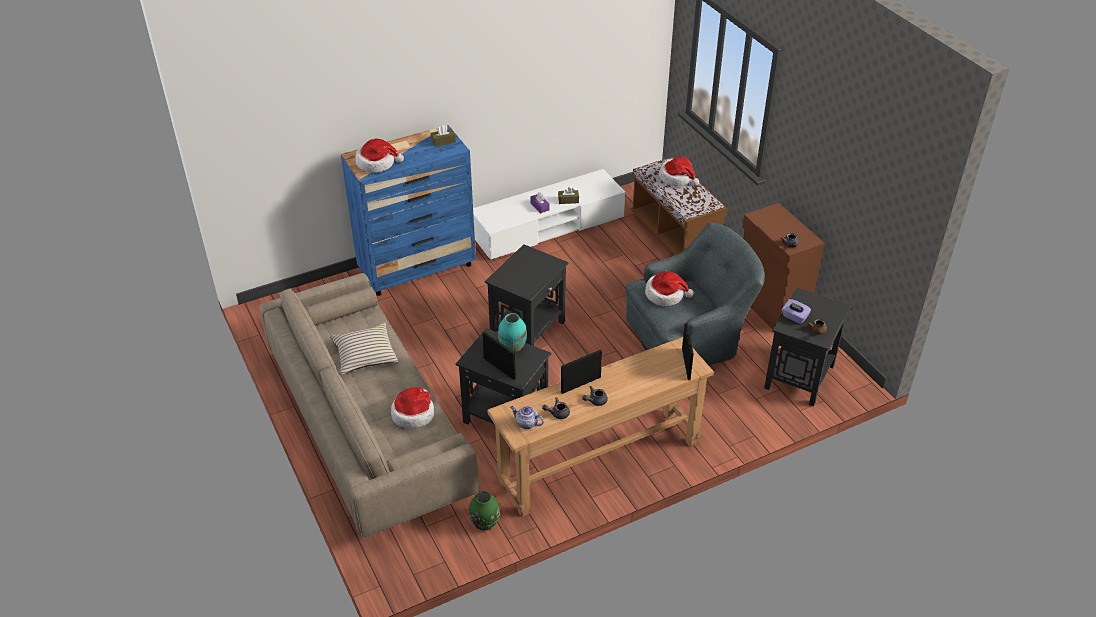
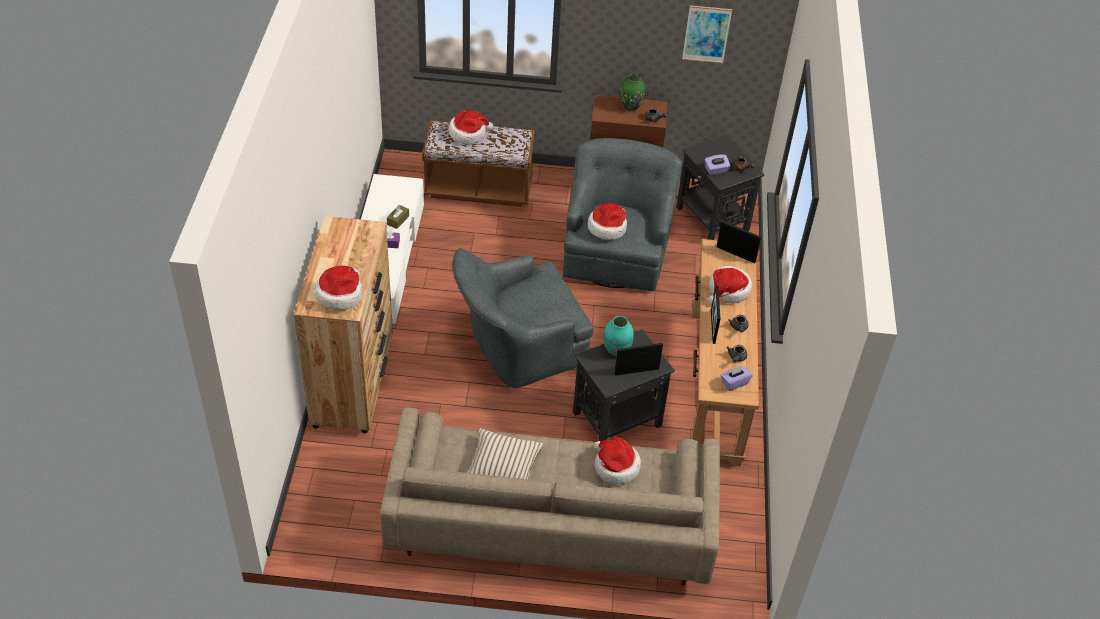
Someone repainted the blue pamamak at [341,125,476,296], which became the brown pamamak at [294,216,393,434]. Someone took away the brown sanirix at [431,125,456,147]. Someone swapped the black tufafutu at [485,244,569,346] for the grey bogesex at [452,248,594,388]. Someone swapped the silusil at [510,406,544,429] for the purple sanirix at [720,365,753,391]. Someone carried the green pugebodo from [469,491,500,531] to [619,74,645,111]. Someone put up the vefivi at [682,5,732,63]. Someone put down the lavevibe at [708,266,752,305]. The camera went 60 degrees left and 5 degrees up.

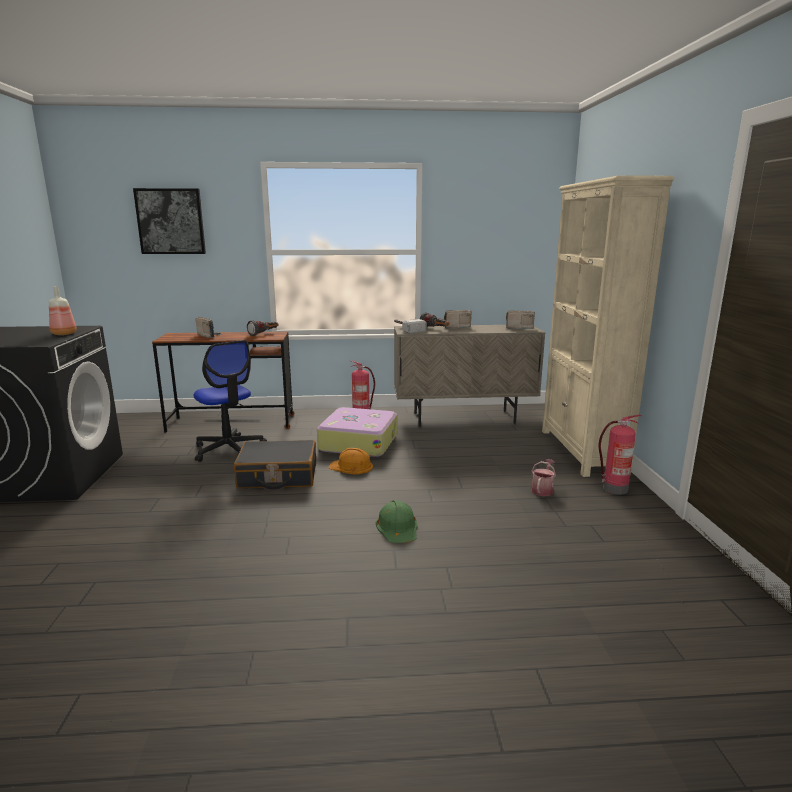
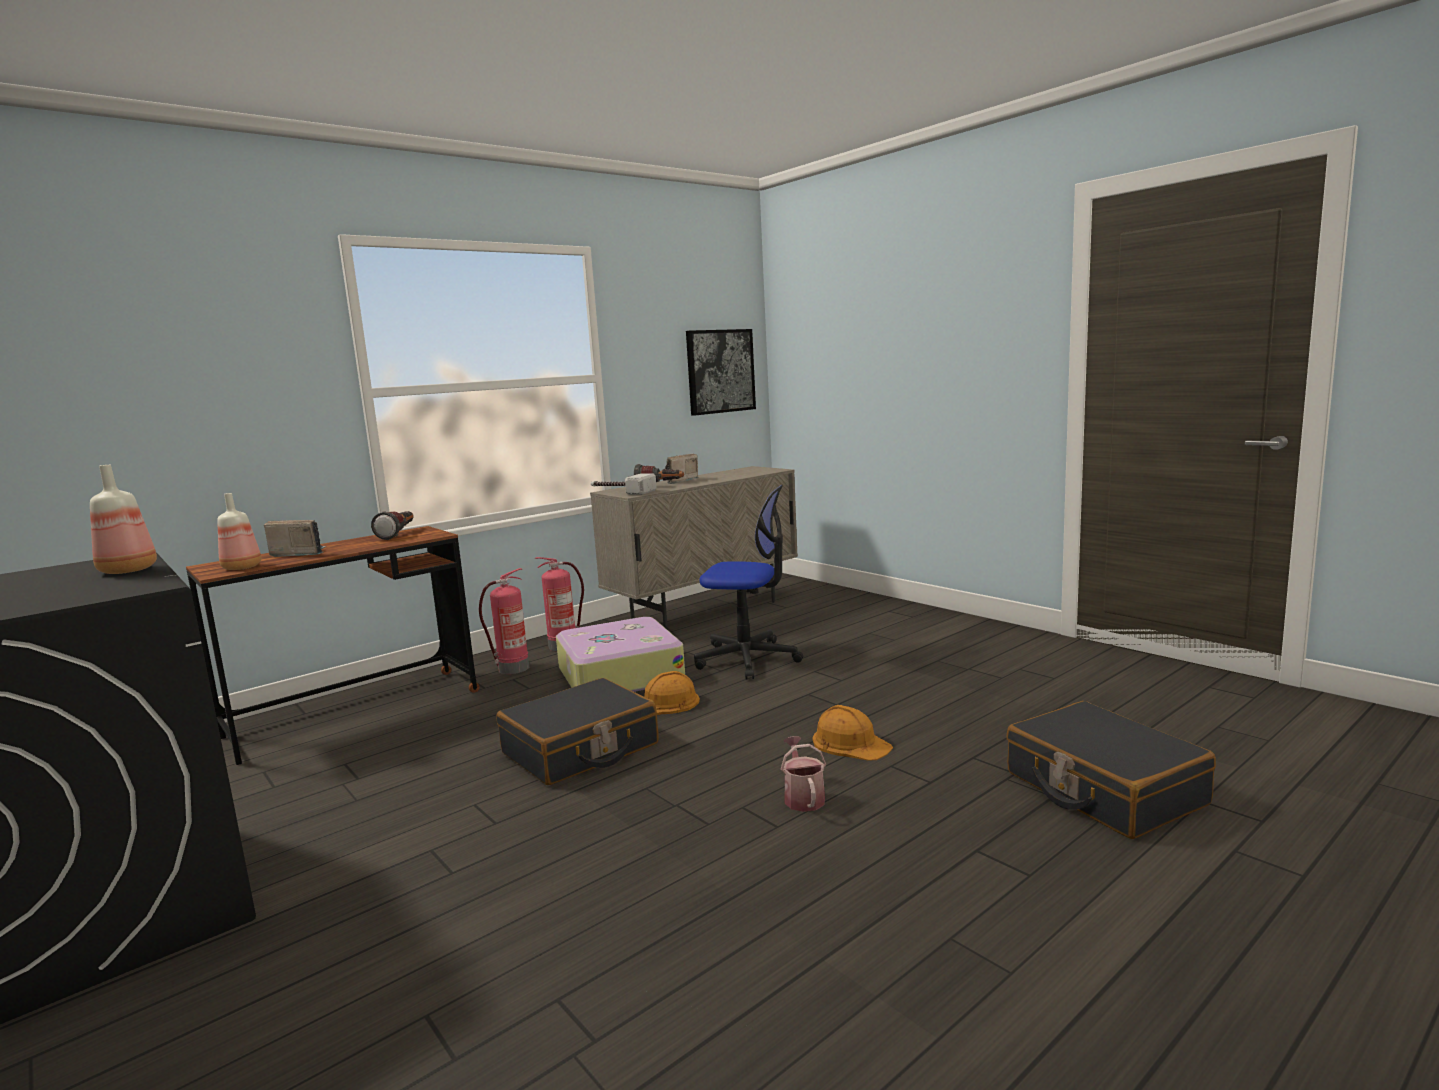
Someone took away the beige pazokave at [542,175,674,477]. Someone carried the vefivi from [133,188,206,254] to [686,329,756,416]. Someone took away the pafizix at [506,311,535,329]. Someone carried the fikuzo from [194,340,267,462] to [694,485,803,680]. Someone carried the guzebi from [599,415,641,495] to [479,568,529,674]. Someone carried the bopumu from [531,459,556,496] to [781,736,826,812]. Someone repainted the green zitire at [375,500,417,543], which became the orange zitire at [813,705,893,761]. Someone put down the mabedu at [217,493,261,570]. Someone put down the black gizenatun at [1006,701,1216,839]. The camera went 35 degrees left and 5 degrees down.

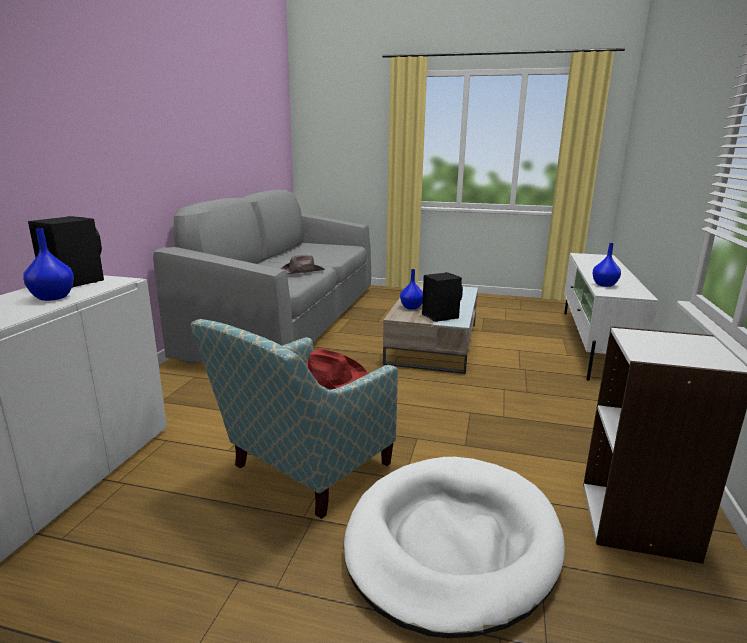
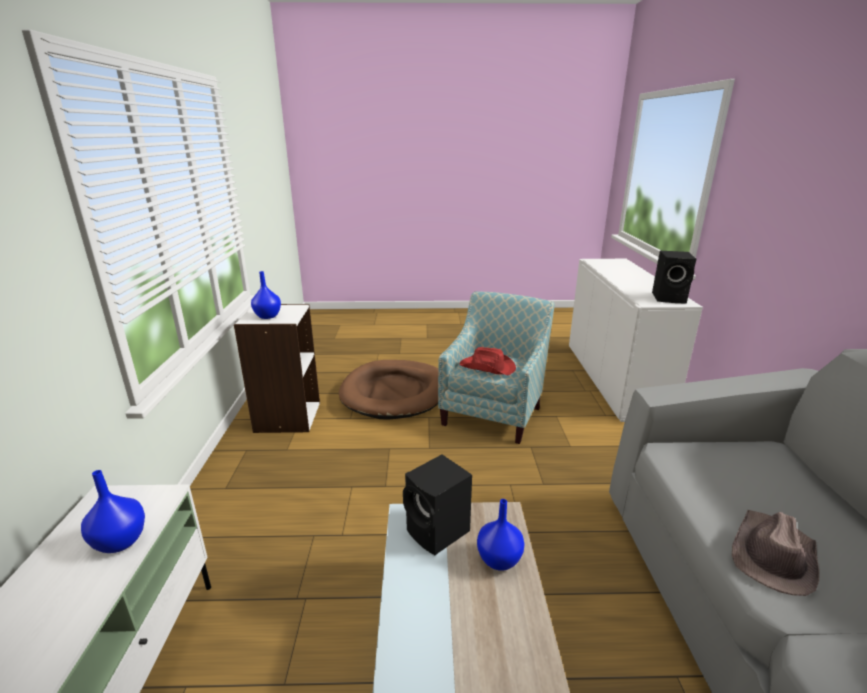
Someone carried the blue pugebodo from [23,228,74,301] to [251,271,281,319]. Someone repainted the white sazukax at [343,457,565,638], which became the brown sazukax at [339,360,438,420]. The camera went 165 degrees right and 5 degrees up.

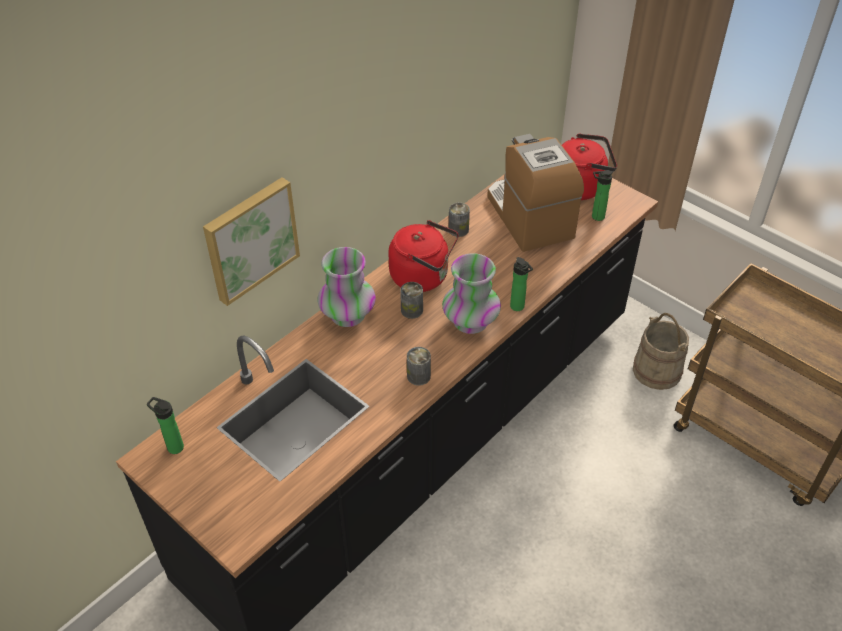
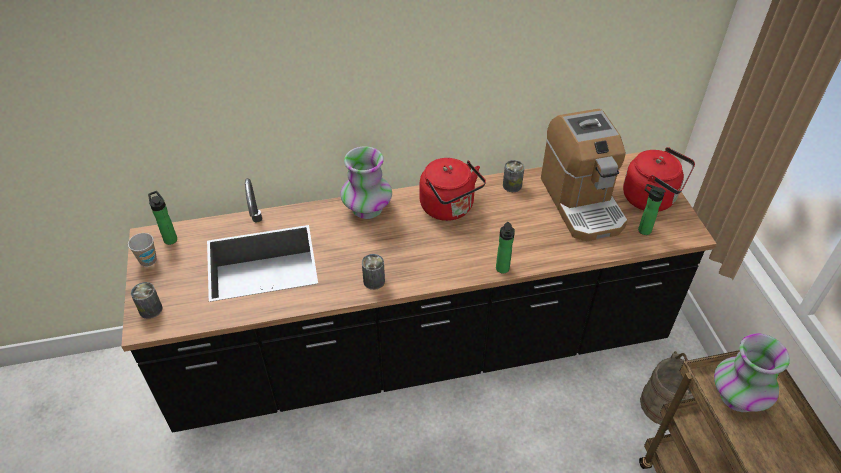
Someone rotated the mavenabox at [487,134,584,252] by 150 degrees clockwise. Someone took away the vefivi at [203,177,300,306]. Someone carried the pugebodo from [442,253,501,334] to [714,333,790,412]. Someone carried the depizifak from [400,282,423,319] to [131,282,162,319]. Someone put down the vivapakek at [128,233,157,267]. The camera went 35 degrees right and 0 degrees up.

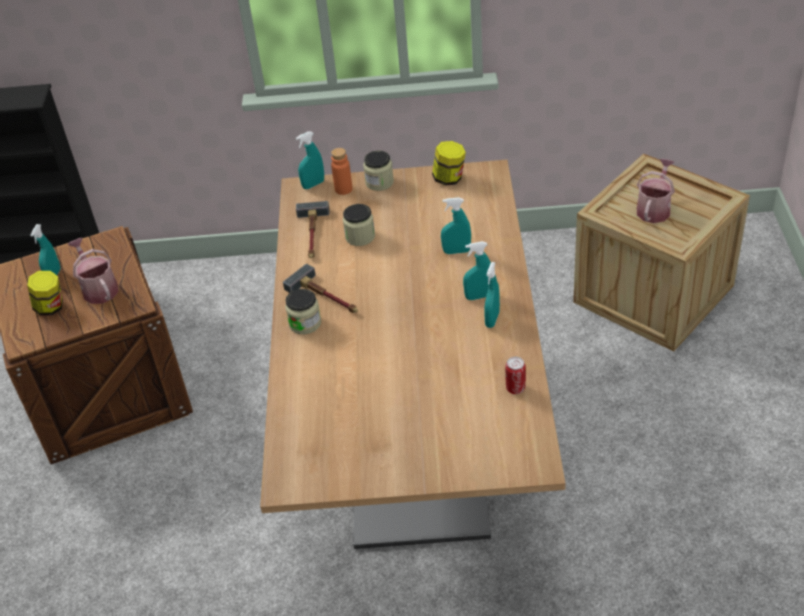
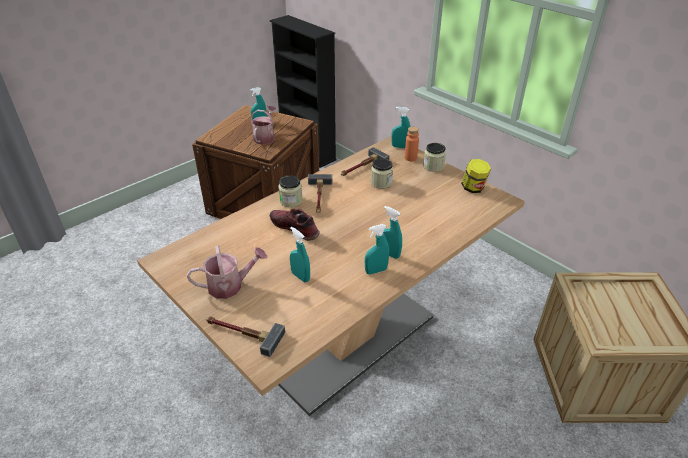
Someone carried the bopumu from [637,159,675,223] to [187,246,268,299]. Someone carried the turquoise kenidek from [441,197,471,254] to [290,227,310,282]. Someone took away the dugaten at [27,271,63,315]. Someone took away the depizifak at [505,357,526,394]. Someone put down the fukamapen at [270,209,320,241]. Someone put down the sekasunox at [206,316,285,357]. The camera went 45 degrees right and 5 degrees down.

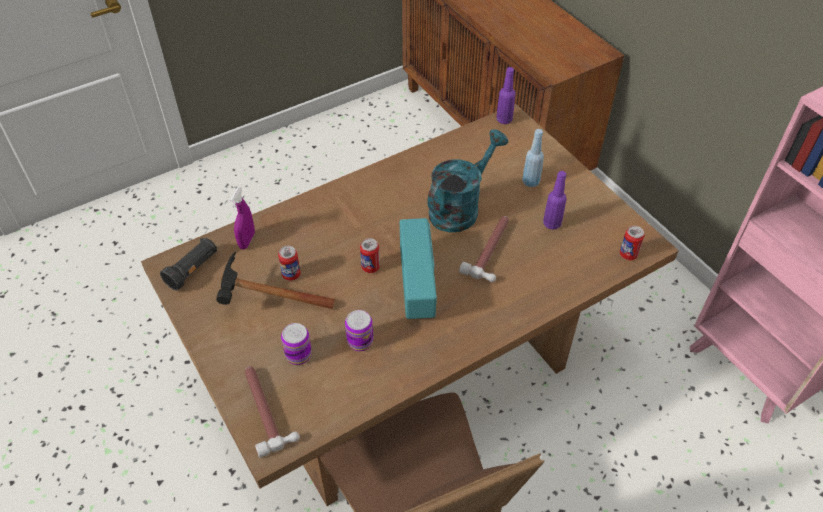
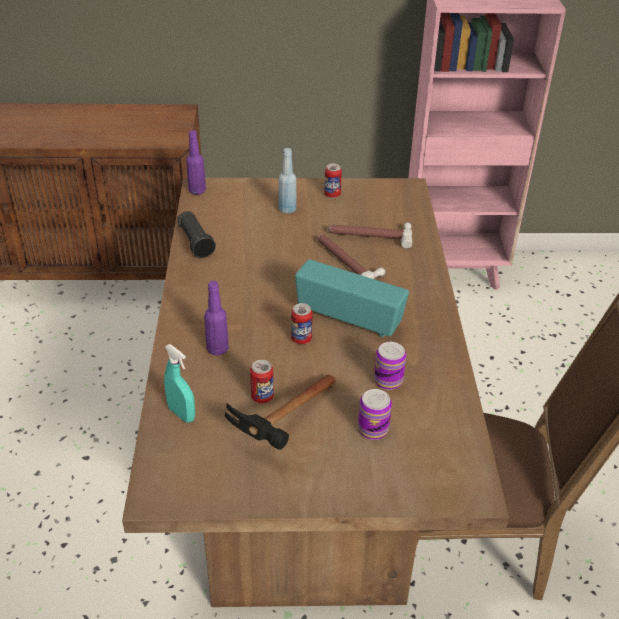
Someone took away the turquoise bopumu at [427,129,508,232]. Someone carried the purple mabedu from [543,171,567,230] to [204,281,229,355]. Someone repainted the purple kenidek at [230,187,255,250], which became the turquoise kenidek at [164,344,195,422]. Someone carried the depizifak from [620,226,645,260] to [324,163,342,198]. Someone carried the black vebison from [160,238,217,290] to [177,211,216,258]. Someone carried the sekasunox from [245,366,300,458] to [328,223,412,249]. The camera went 60 degrees left and 10 degrees down.

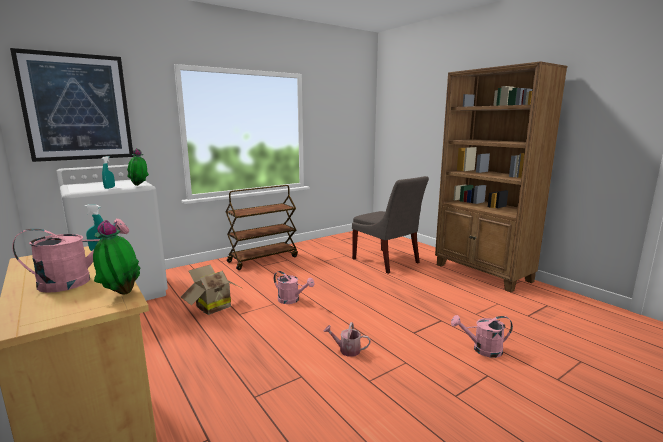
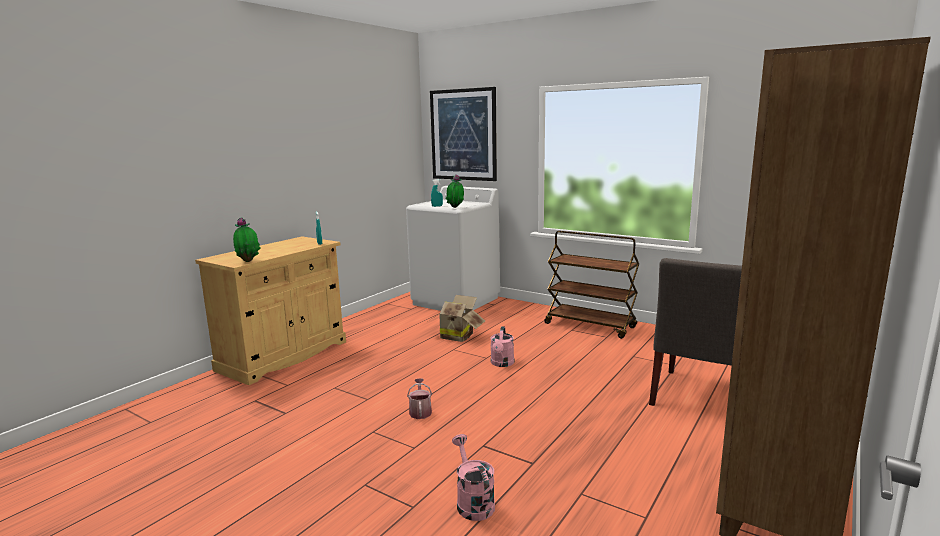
Someone took away the pink bopumu at [12,219,129,293]. The camera went 70 degrees right and 0 degrees up.

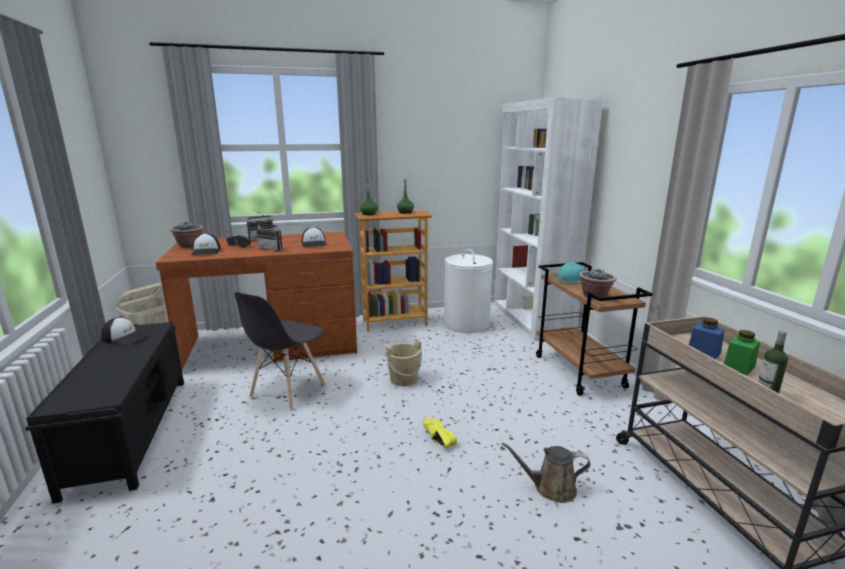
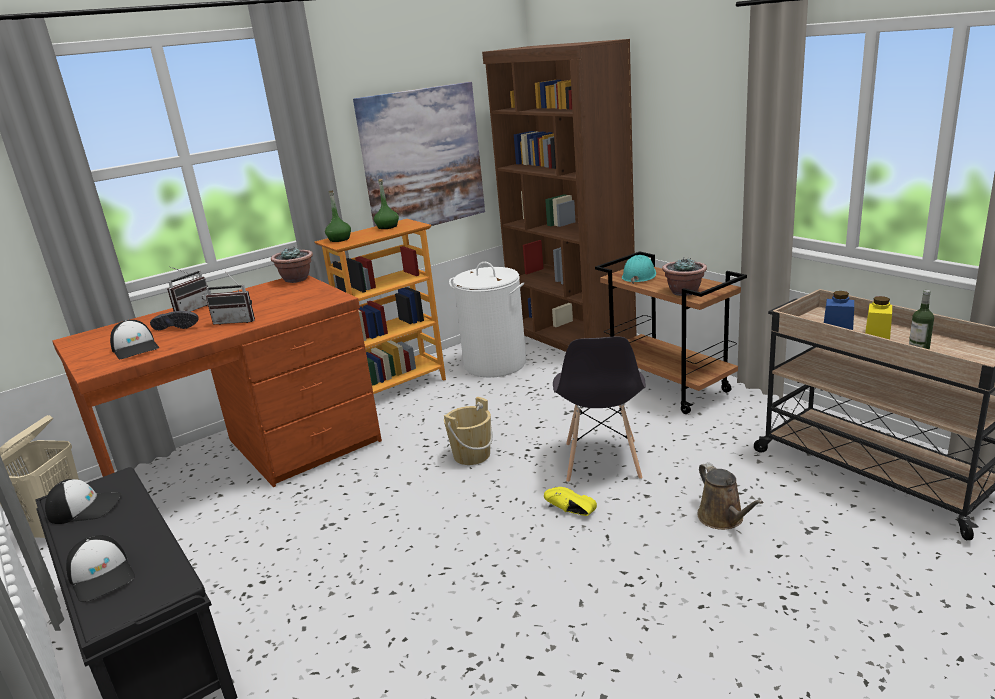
Someone repainted the white pazokave at [494,97,603,341], which became the brown pazokave at [482,39,637,352]. Someone carried the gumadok from [170,222,204,248] to [271,246,313,283]. Someone carried the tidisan from [302,227,326,247] to [66,535,135,602]. Someone carried the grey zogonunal from [235,292,326,411] to [553,336,646,483]. Someone repainted the green dugaten at [724,330,760,375], which became the yellow dugaten at [865,296,892,339]. Someone rotated the brown bopumu at [502,442,590,503] by 90 degrees counterclockwise. Someone put up the vefivi at [353,82,485,227]. The camera went 20 degrees left and 5 degrees up.

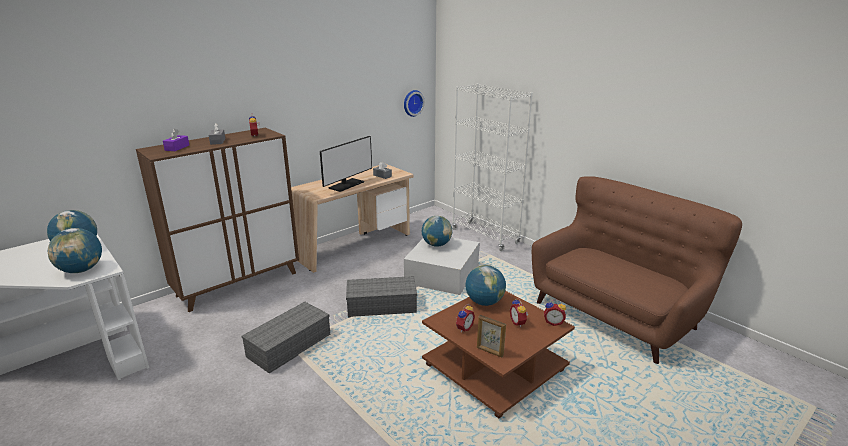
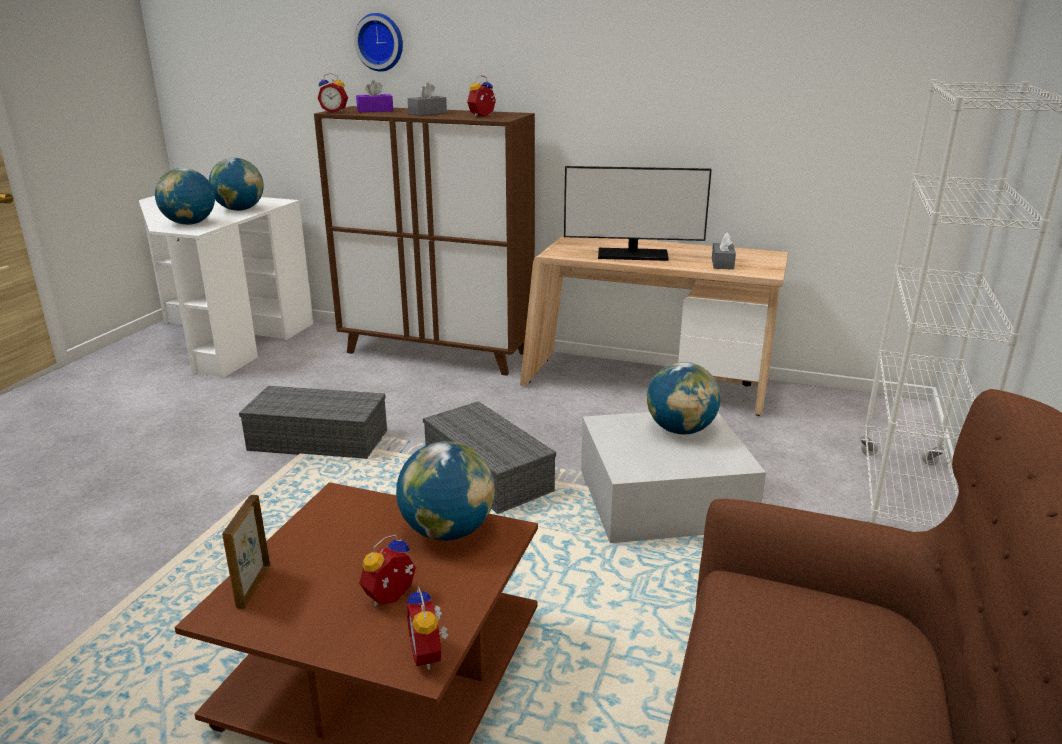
Someone carried the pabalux from [404,90,425,117] to [354,13,403,72]. Someone carried the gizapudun from [456,304,475,332] to [318,73,348,113]. The camera went 60 degrees right and 0 degrees up.

